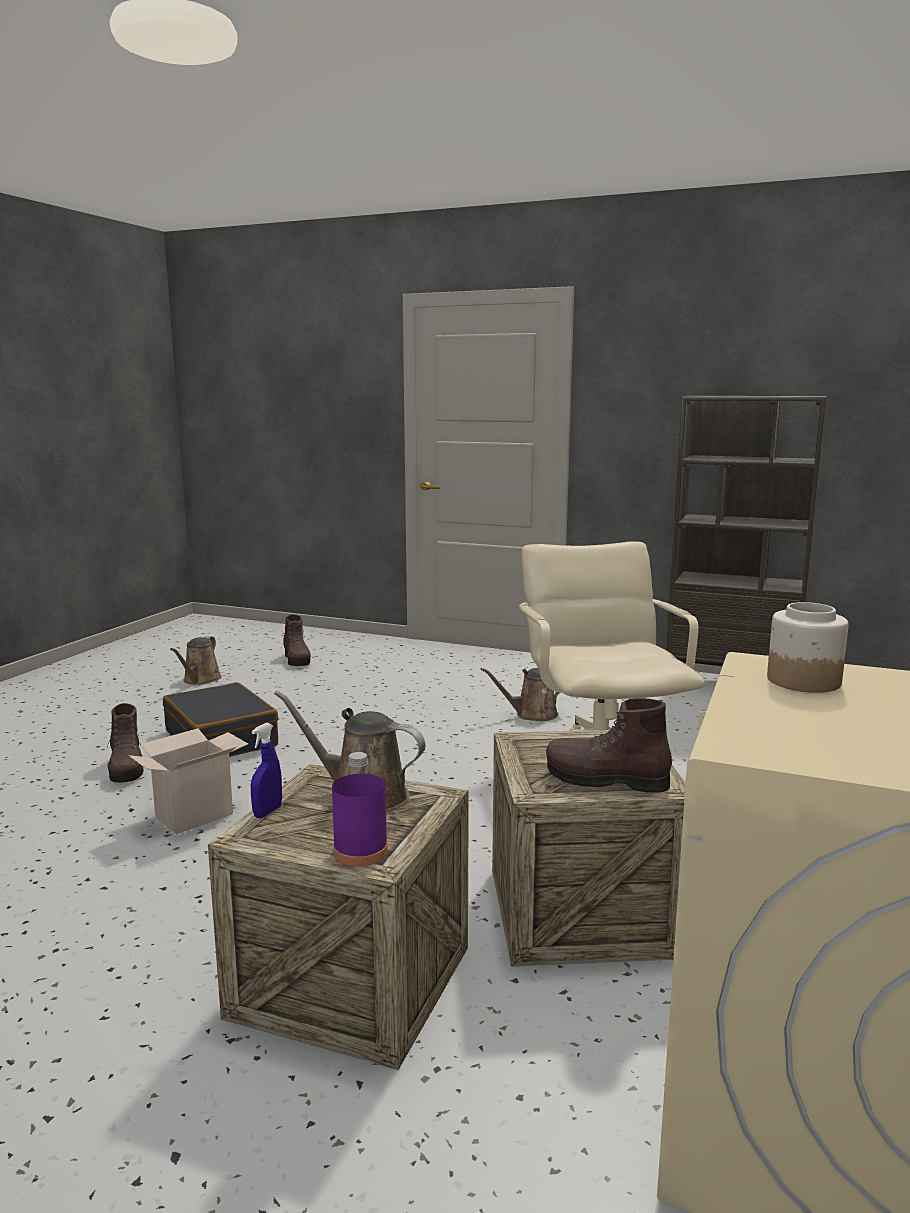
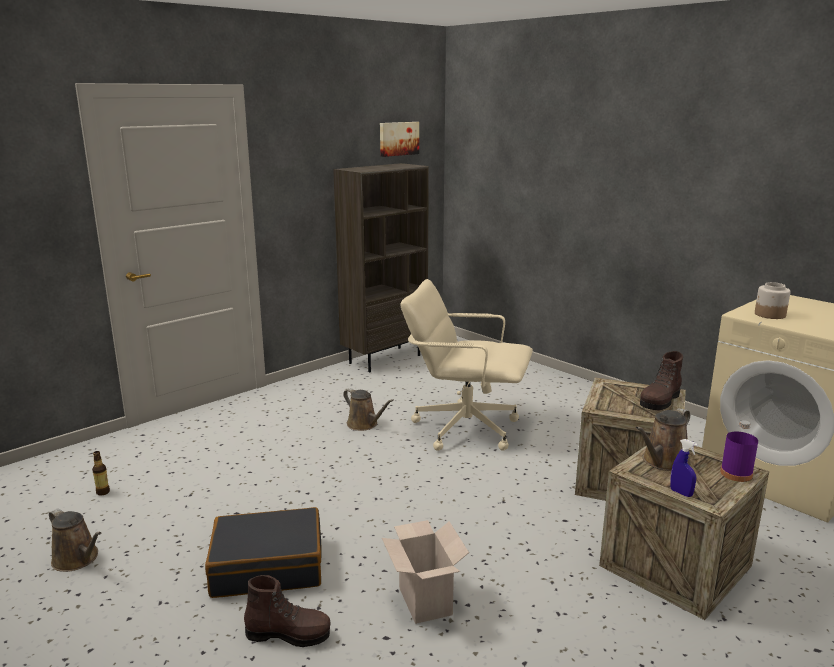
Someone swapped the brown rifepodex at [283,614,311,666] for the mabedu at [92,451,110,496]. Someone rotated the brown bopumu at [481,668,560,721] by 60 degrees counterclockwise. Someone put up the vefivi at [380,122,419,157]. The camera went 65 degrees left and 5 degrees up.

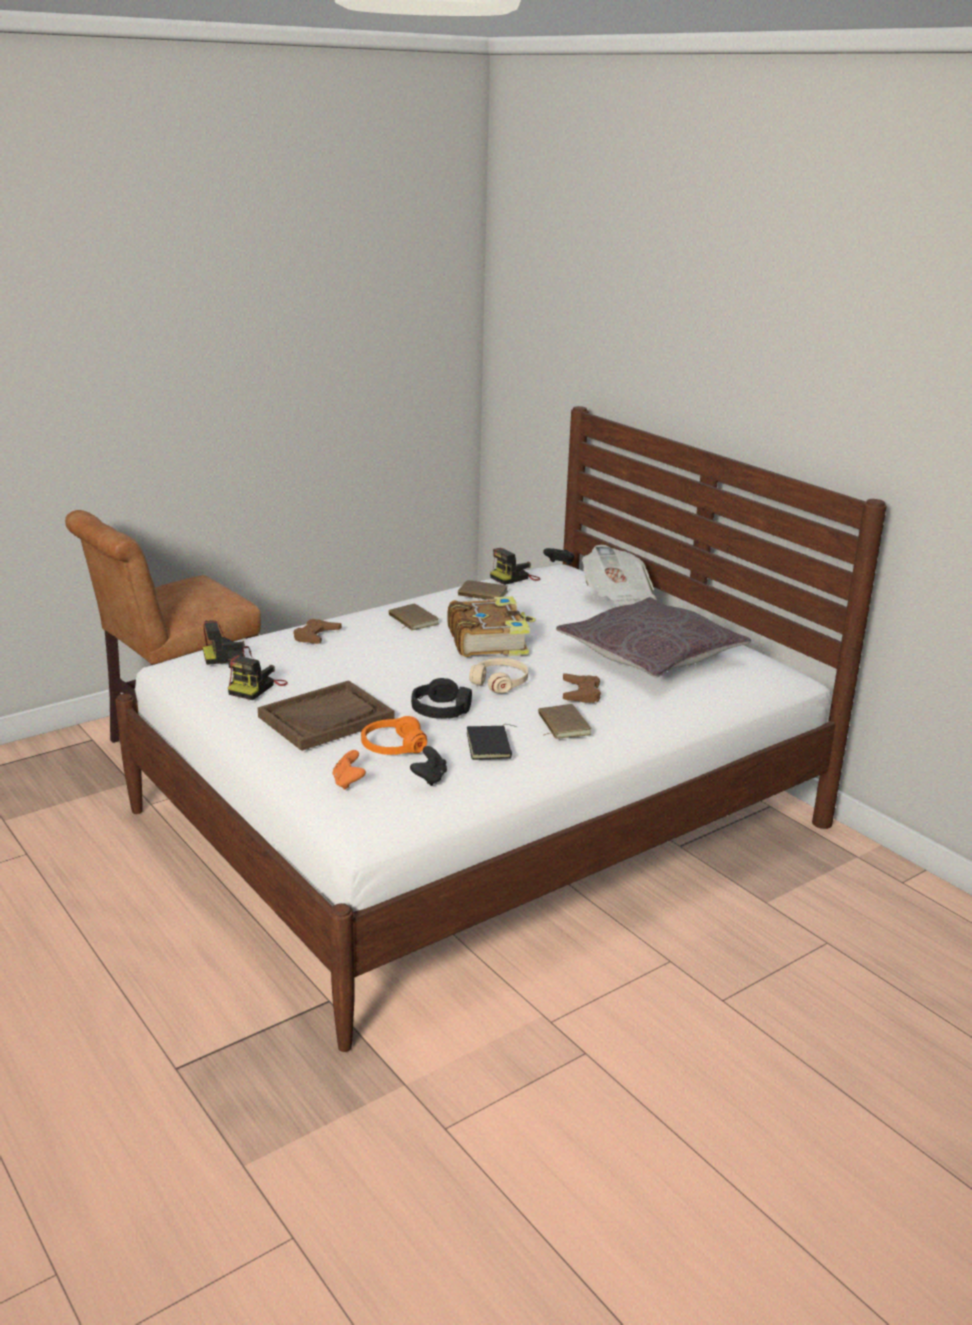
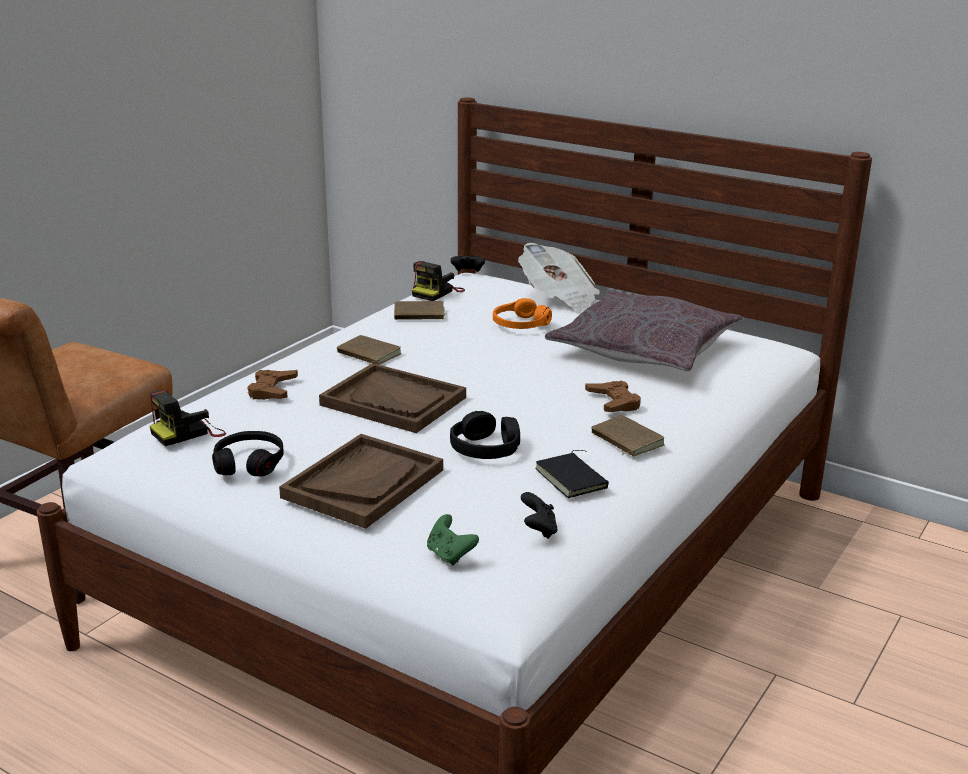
Someone took away the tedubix at [447,596,536,657]. Someone swapped the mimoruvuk at [228,655,288,700] for the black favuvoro at [212,431,284,476]. Someone took away the beige favuvoro at [469,658,528,693]. Someone carried the orange favuvoro from [361,716,427,755] to [493,298,552,329]. Someone repainted the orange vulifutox at [333,750,366,790], which became the green vulifutox at [427,514,479,566]. Someone put down the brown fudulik at [319,363,466,433]. The camera went 20 degrees left and 0 degrees up.

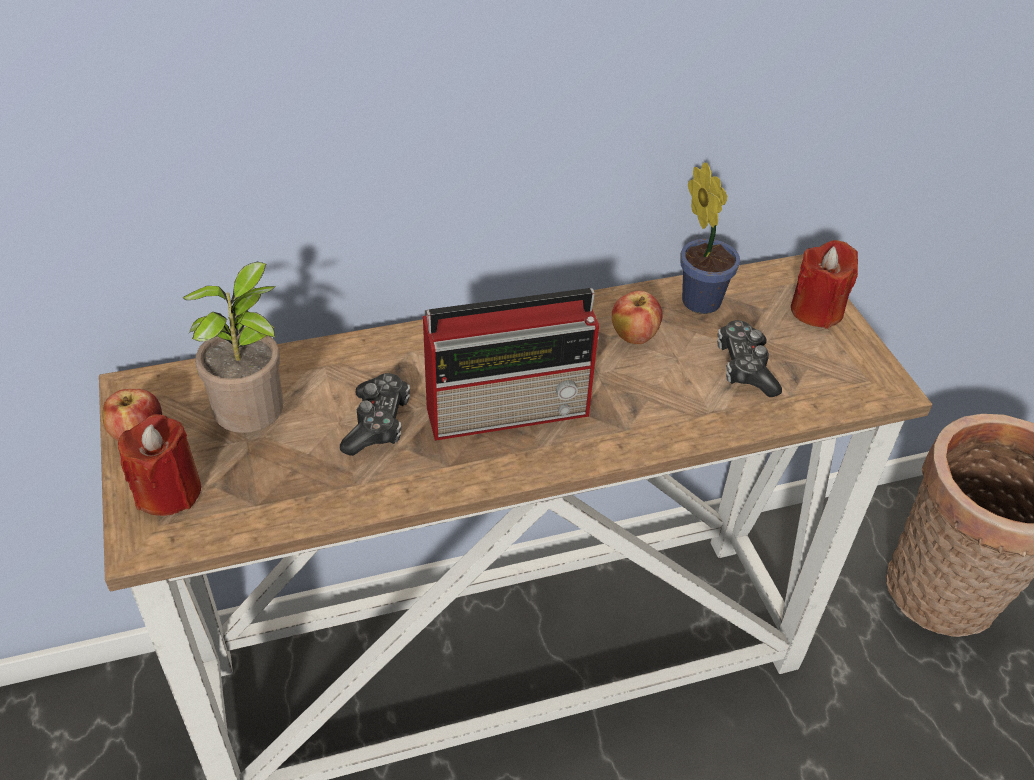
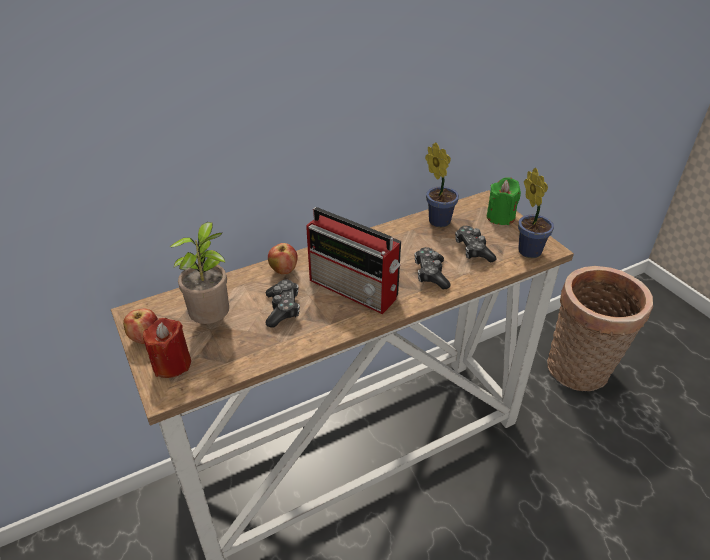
Someone repainted the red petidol at [791,240,858,329], which became the green petidol at [487,177,521,225]. Someone rotated the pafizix at [423,288,599,441] by 60 degrees clockwise. Someone carried the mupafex from [612,291,663,344] to [268,243,298,274]. Someone put down the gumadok at [518,168,554,258]. Someone put down the vulifutox at [414,247,450,289]. The camera went 10 degrees left and 5 degrees down.

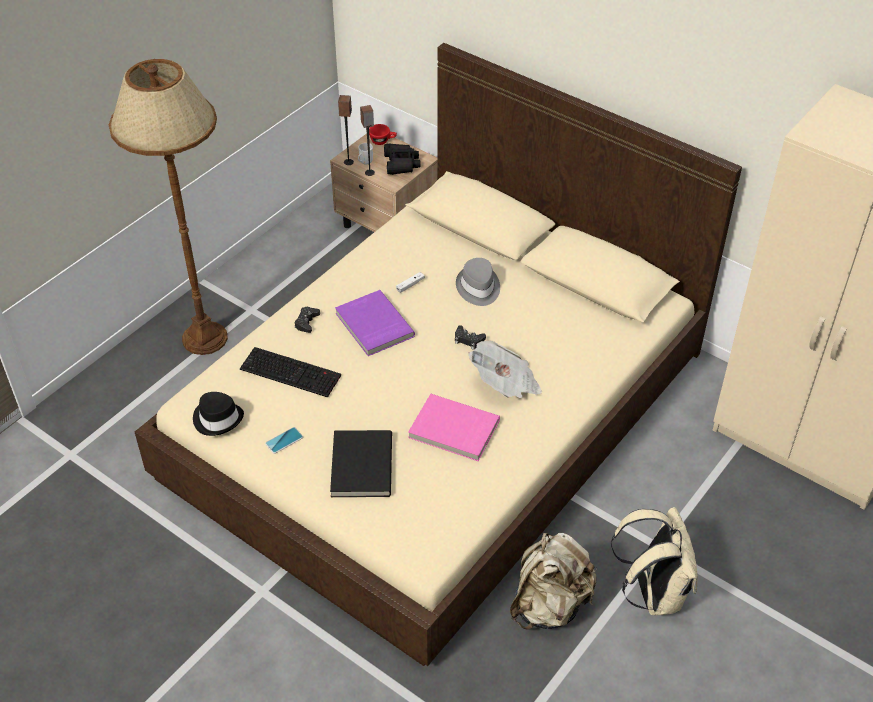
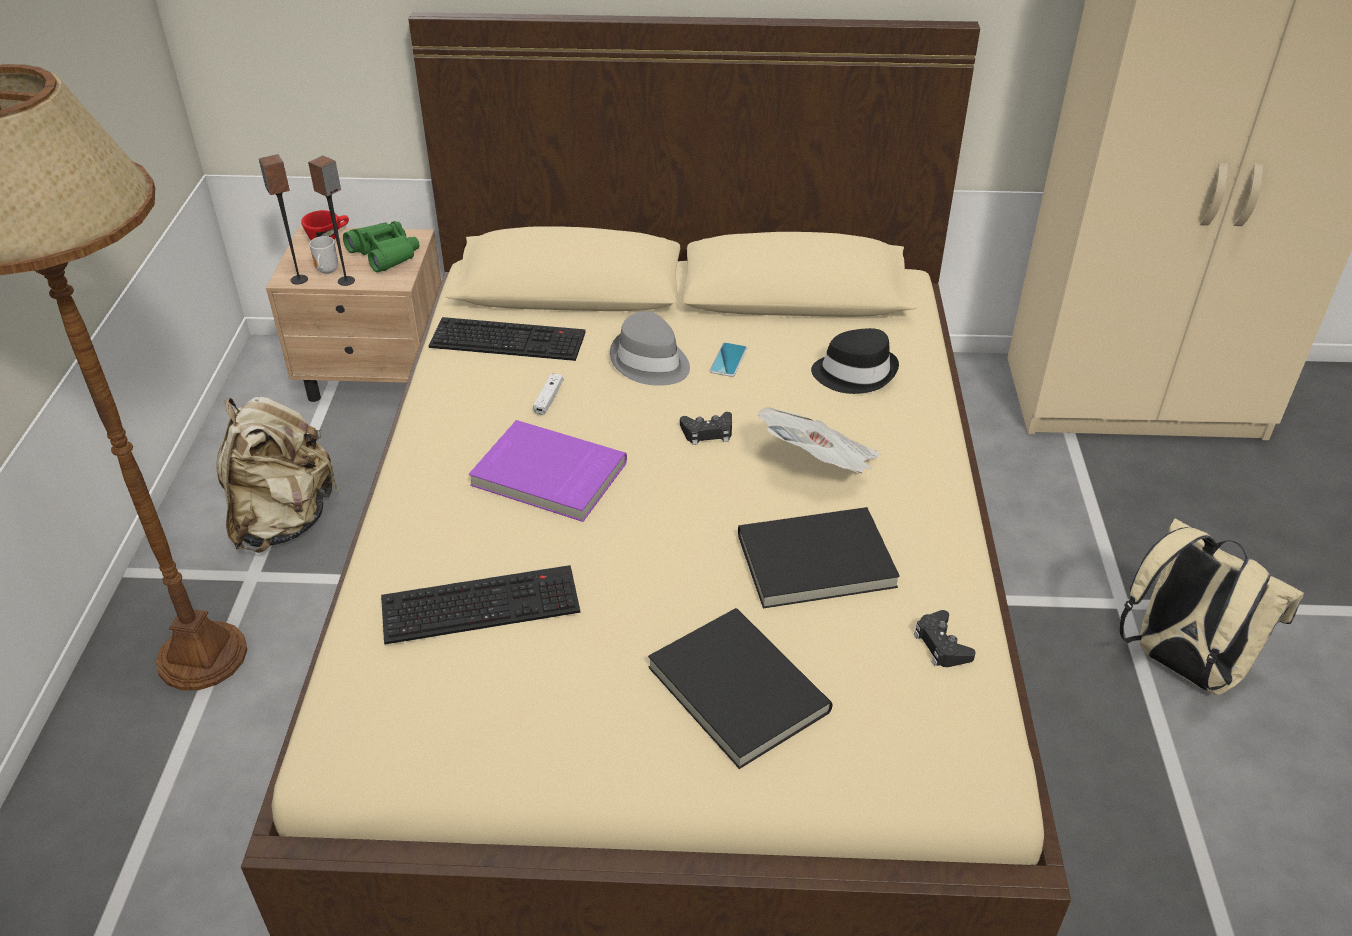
Someone repainted the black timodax at [384,143,421,175], which became the green timodax at [343,221,419,272]. Someone carried the black vulifutox from [294,307,320,333] to [914,610,976,667]. Someone carried the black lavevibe from [193,392,244,436] to [811,328,899,394]. Someone repainted the pink tedubix at [408,394,500,461], which became the black tedubix at [738,507,900,608]. Someone carried the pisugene from [265,427,303,454] to [709,342,747,377]. Someone carried the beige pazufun from [510,533,597,630] to [216,397,340,553]. Someone put down the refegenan at [428,317,585,361]. The camera went 35 degrees left and 5 degrees down.

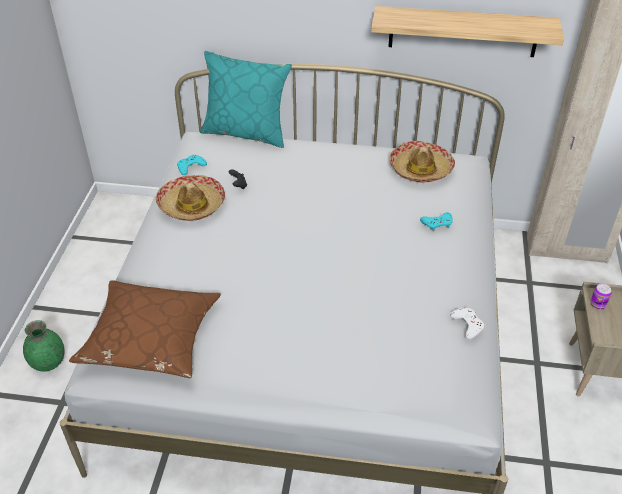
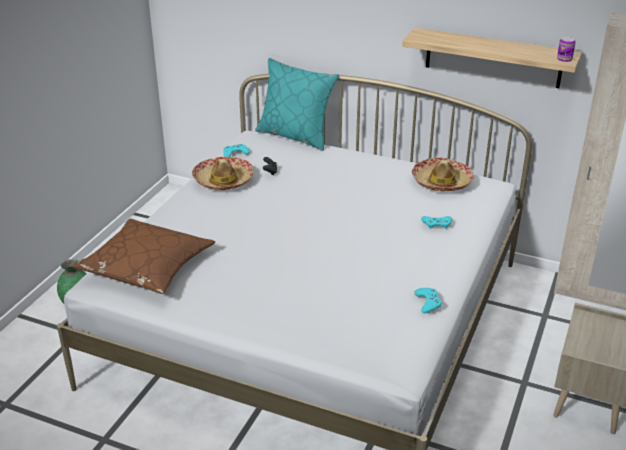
Someone carried the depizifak from [591,284,612,309] to [557,37,576,62]. Someone repainted the white vulifutox at [450,308,484,339], which became the turquoise vulifutox at [414,288,442,313]. The camera went 15 degrees right and 10 degrees down.

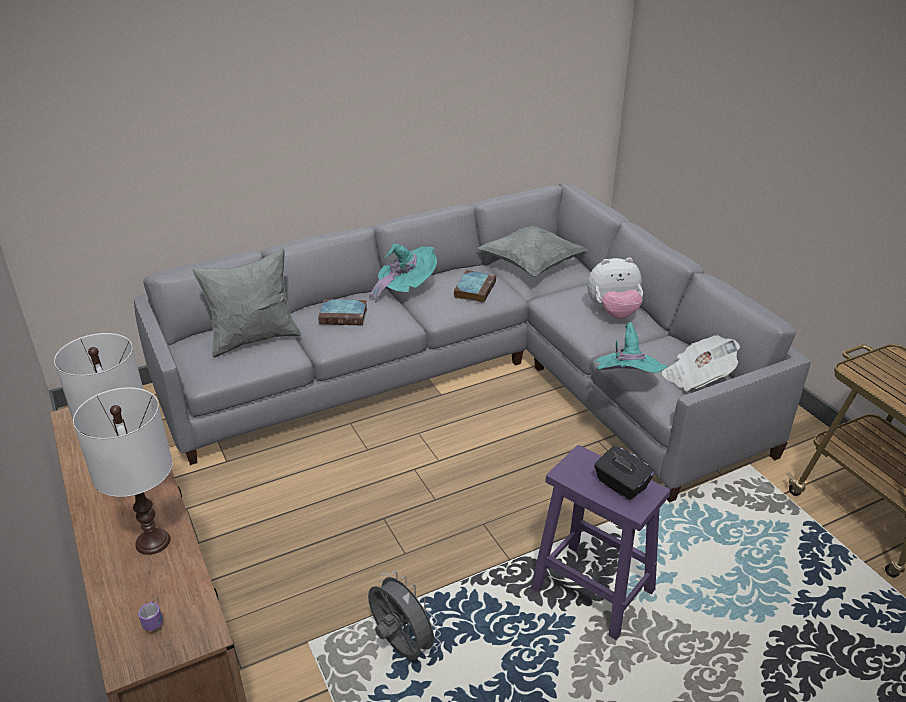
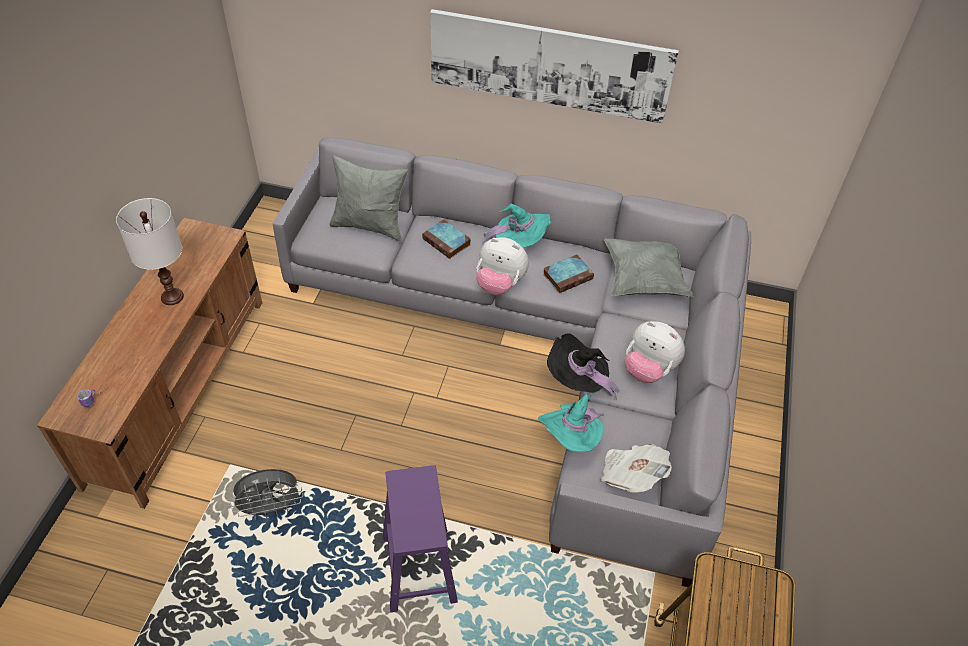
Someone took away the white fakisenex at [73,387,173,555]. Someone took away the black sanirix at [594,446,654,500]. Someone rotated the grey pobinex at [368,571,441,660] by 75 degrees clockwise. Someone put up the vefivi at [430,9,679,124]. Someone put down the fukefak at [476,237,529,295]. Someone put down the black lavevibe at [547,333,620,400]. The camera went 40 degrees right and 15 degrees up.

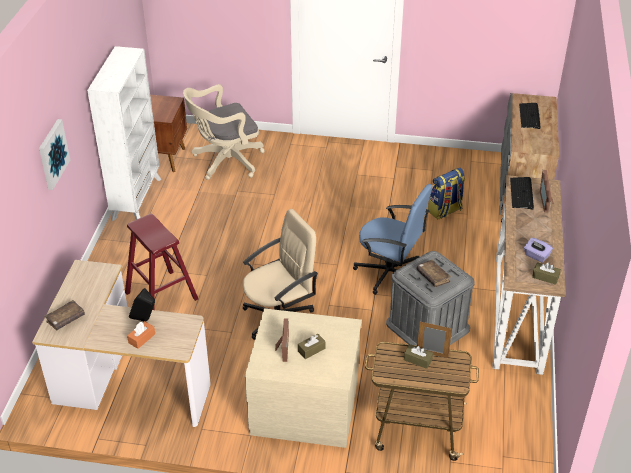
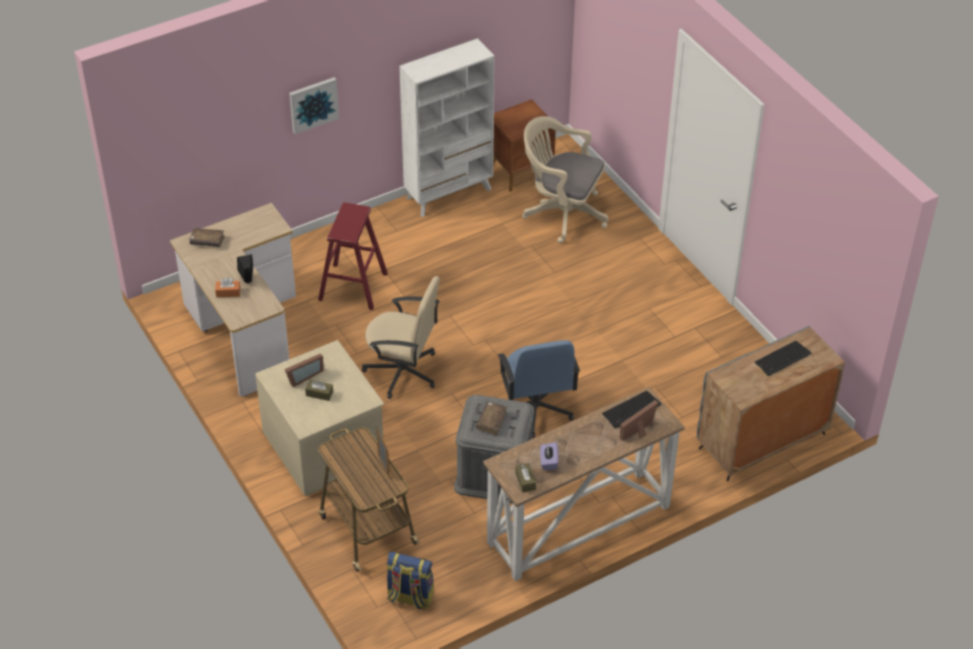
Someone carried the pazufun from [428,168,465,219] to [386,551,434,610]. Someone took away the brown sanirix at [404,344,433,369]. The camera went 50 degrees right and 5 degrees up.

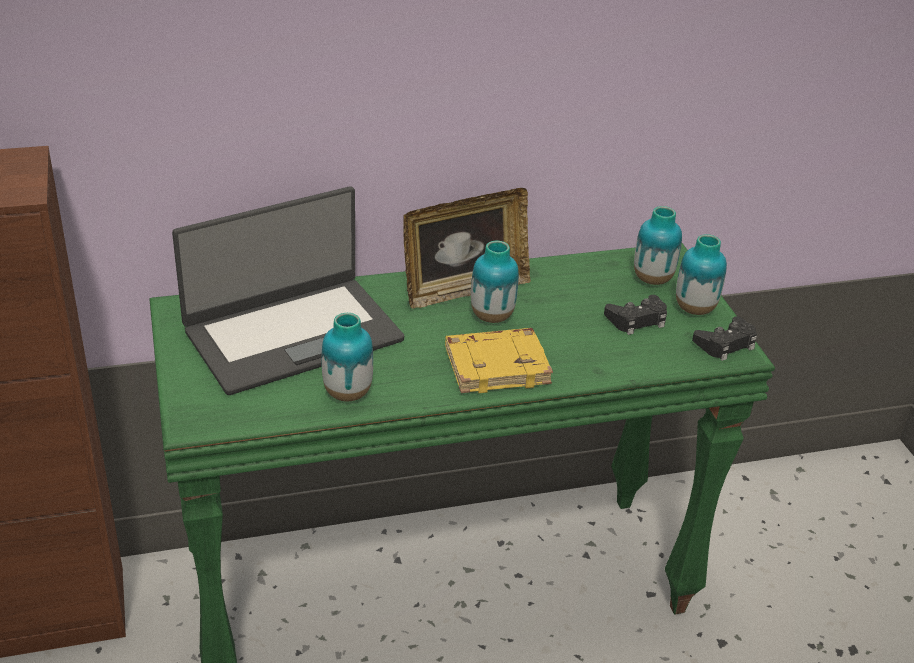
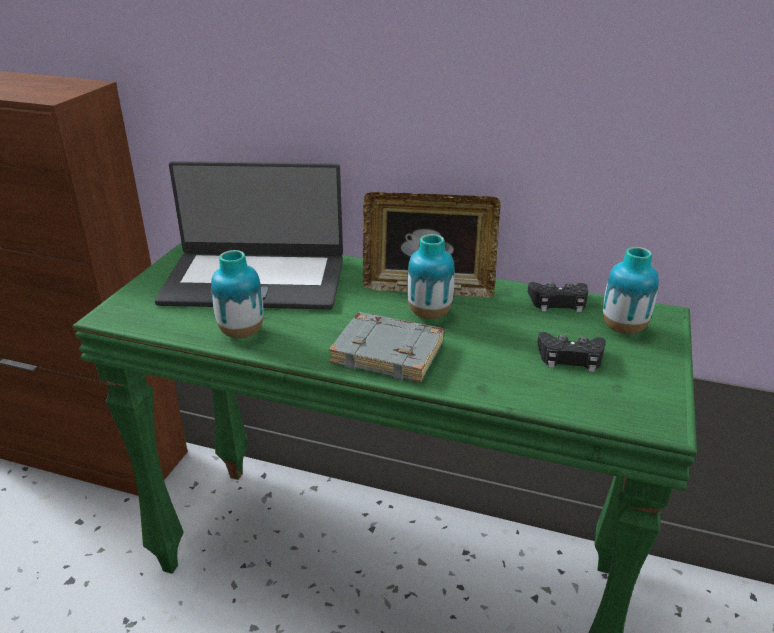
Someone took away the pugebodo at [676,234,727,315]. Someone carried the black vulifutox from [692,316,757,361] to [528,282,588,312]. Someone repainted the yellow tedubix at [445,328,553,393], which became the grey tedubix at [329,312,444,383]. The camera went 35 degrees right and 5 degrees down.

